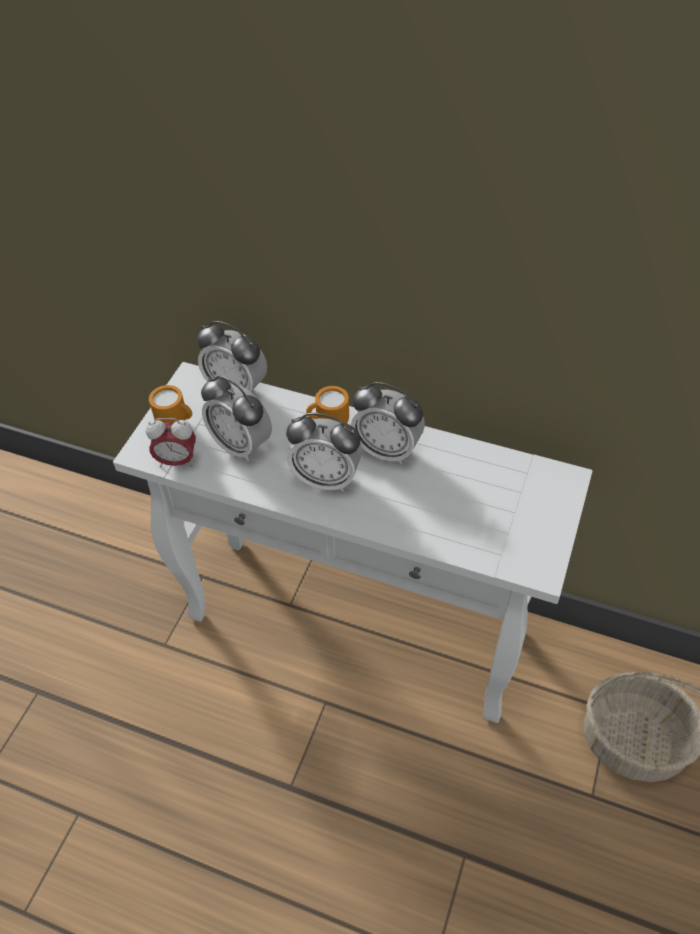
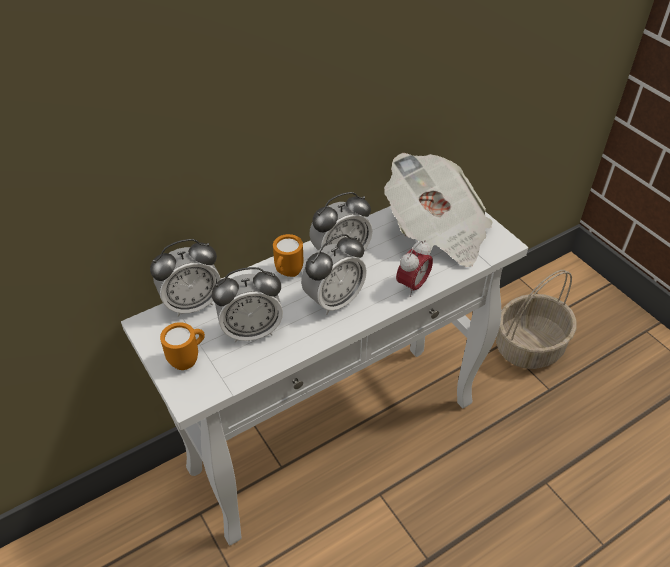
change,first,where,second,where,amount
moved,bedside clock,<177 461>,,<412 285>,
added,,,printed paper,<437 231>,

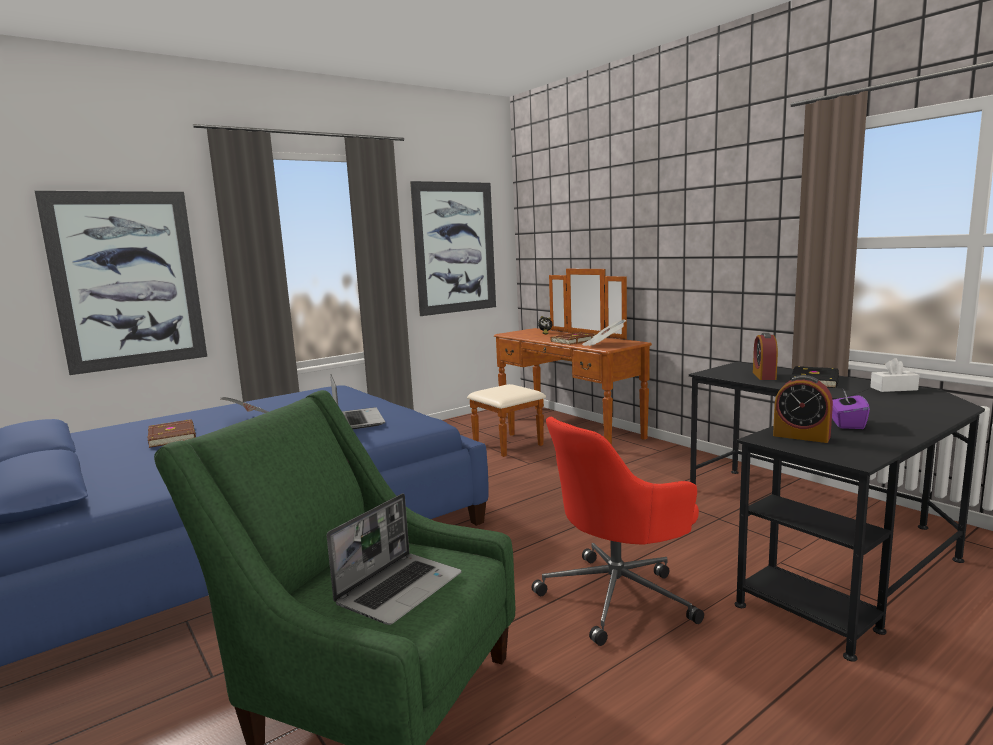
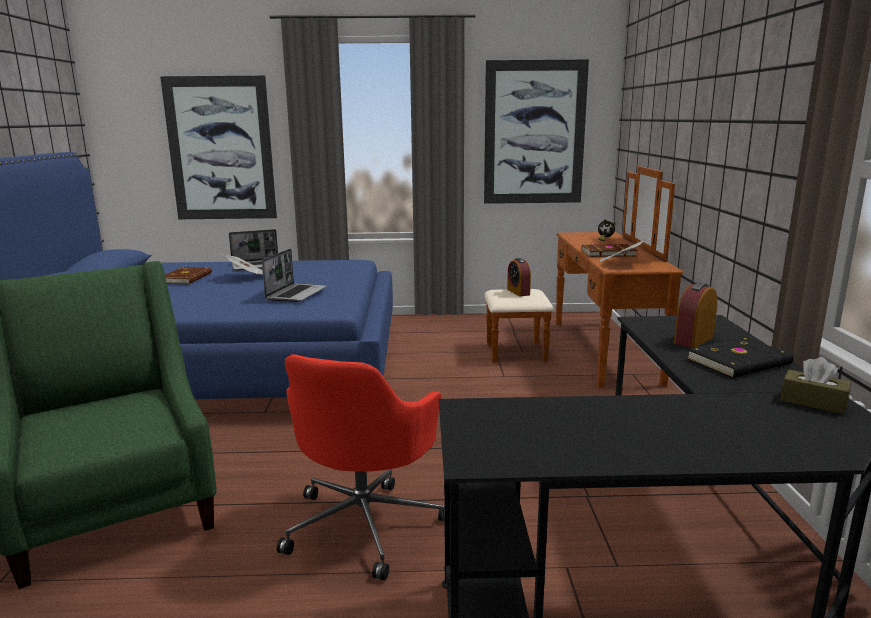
change,first,where,second,where,amount
moved,laptop,<399 589>,,<257 266>,
turned,desk chair (red),<618 596>,,<365 523>,75 degrees counterclockwise
moved,bedside clock,<801 436>,,<518 292>,
removed,tissue box (purple-coloured),<846 424>,,,
recoloured,tissue box (white),<893 389>,tissue box (brown),<813 402>,

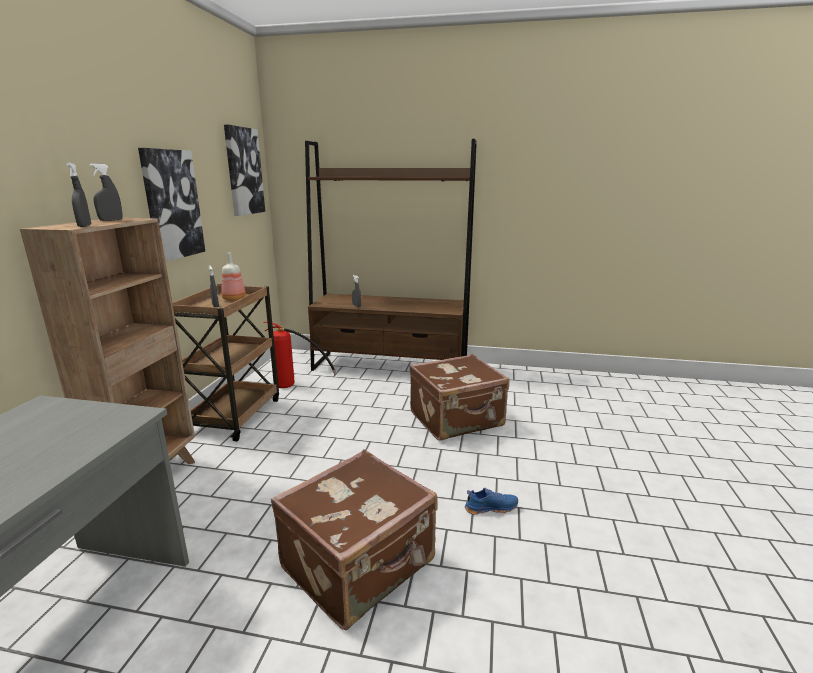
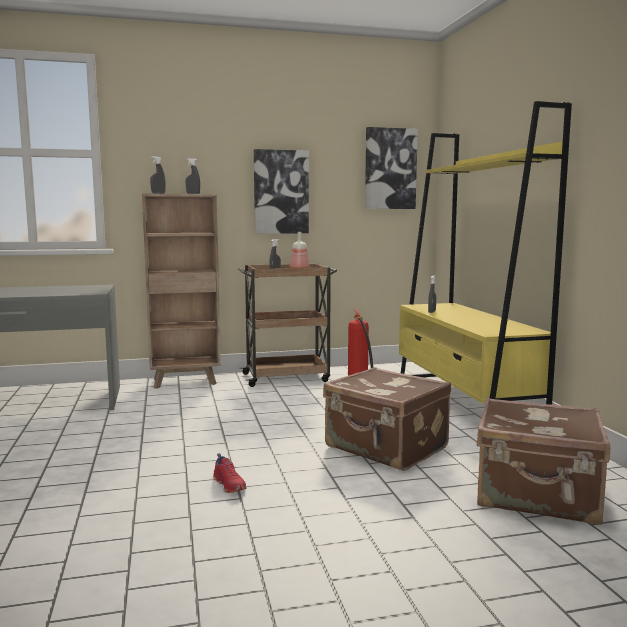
change,first,where,second,where,amount
moved,piece of luggage (brown),<360 565>,,<537 496>,
recoloured,bookcase (brown),<390 367>,bookcase (yellow),<464 401>,
recoloured,item of footwear (blue),<490 507>,item of footwear (red),<230 485>,

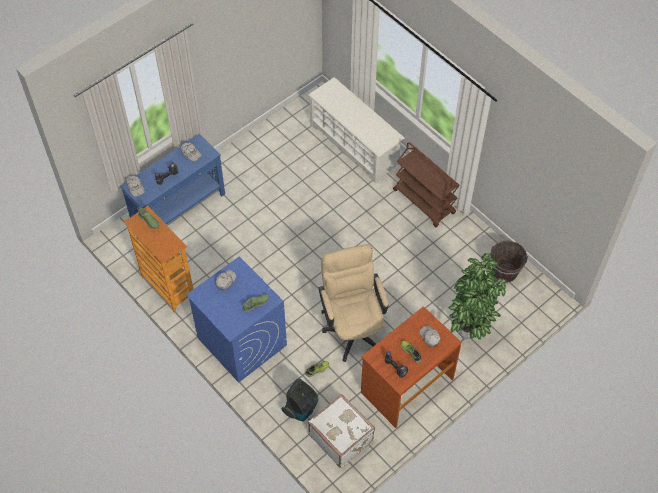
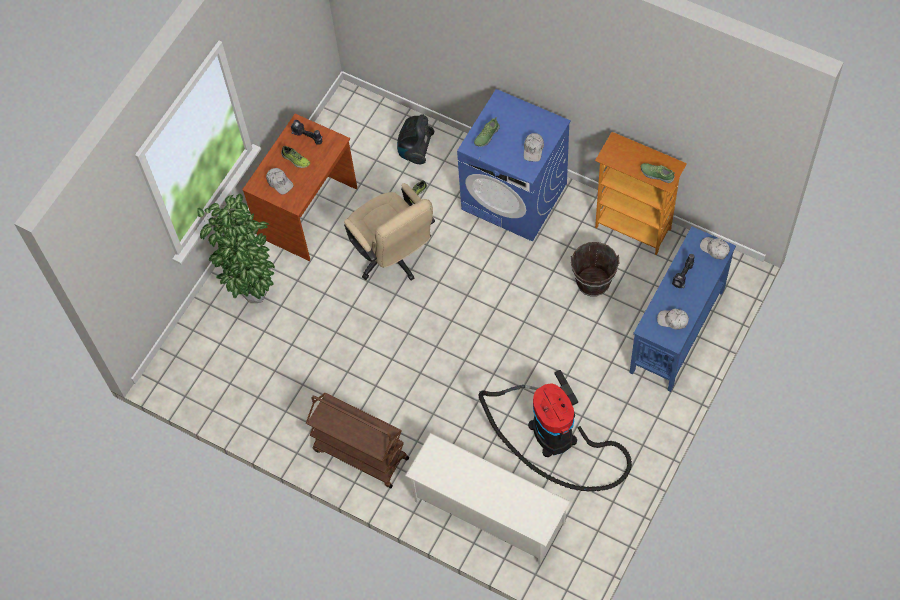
change,first,where,second,where,amount
removed,piece of luggage (white),<341 437>,,,
moved,bucket (brown),<504 272>,,<593 282>,
added,,,hoover,<556 438>,

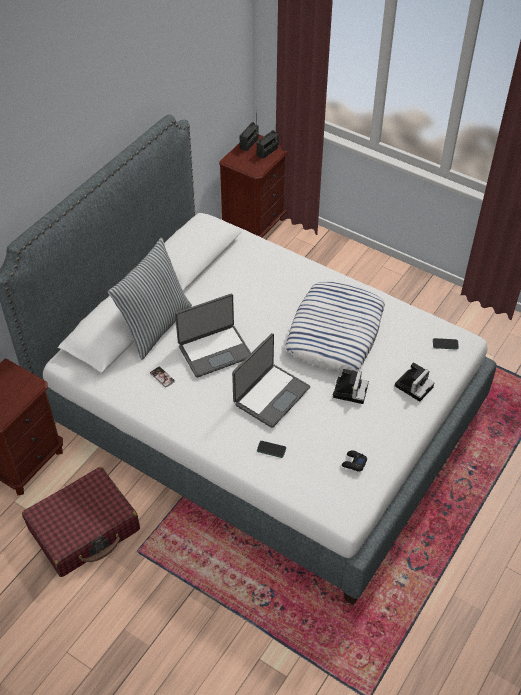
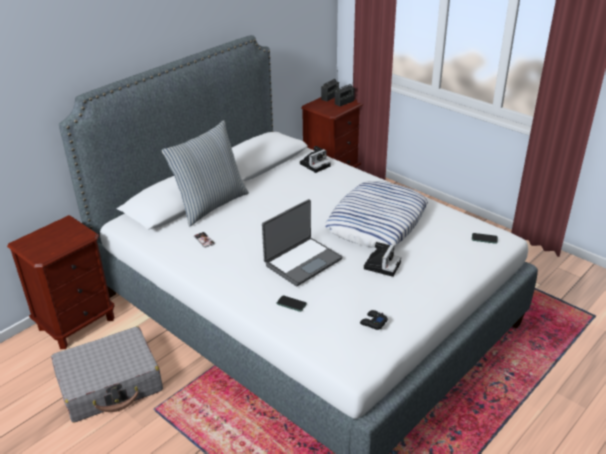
change,first,where,second,where,amount
recoloured,piece of luggage (red),<84 529>,piece of luggage (greyish),<110 384>,
removed,laptop,<214 350>,,,
moved,photo camera,<414 385>,,<315 164>,

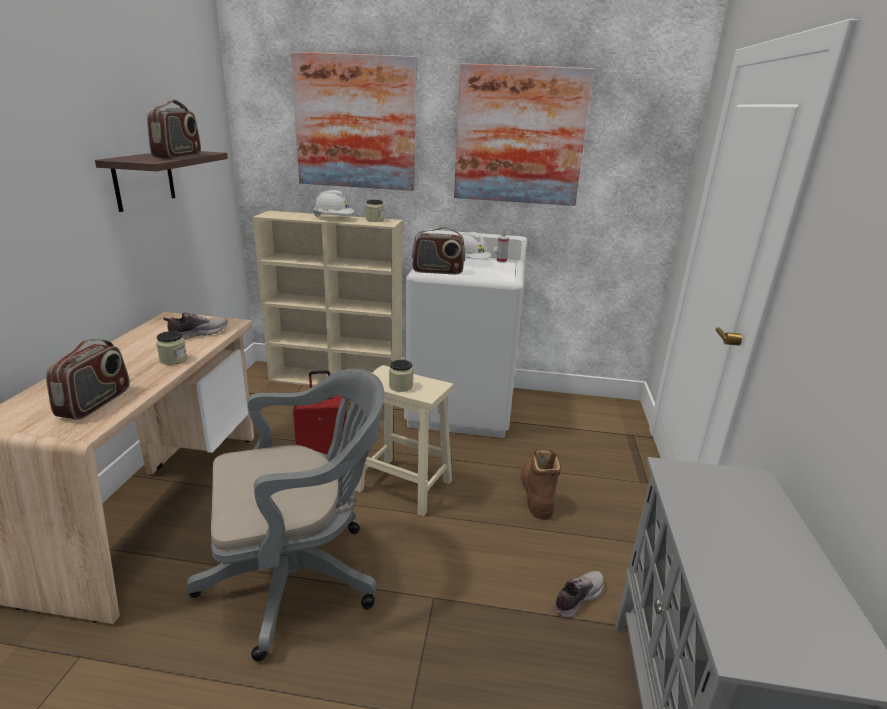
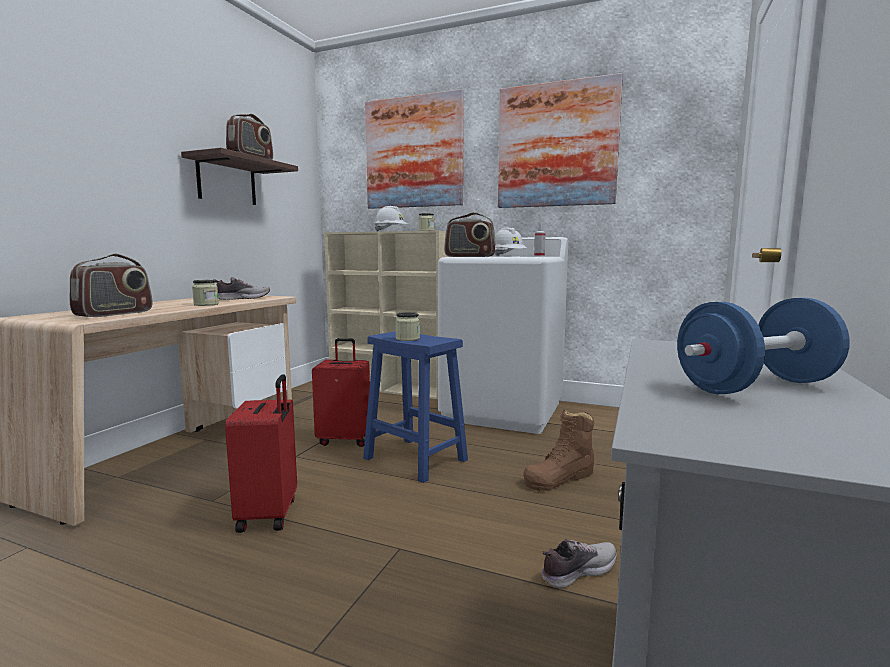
change,first,where,second,where,amount
replaced,desk chair (greyish),<300 576>,piece of luggage (red),<269 514>,
recoloured,sitting stool (beige),<405 486>,sitting stool (blue),<416 459>,
turned,high-top boot (brown),<536 494>,,<559 478>,135 degrees counterclockwise
added,,,dumbbell (blue),<755 386>,

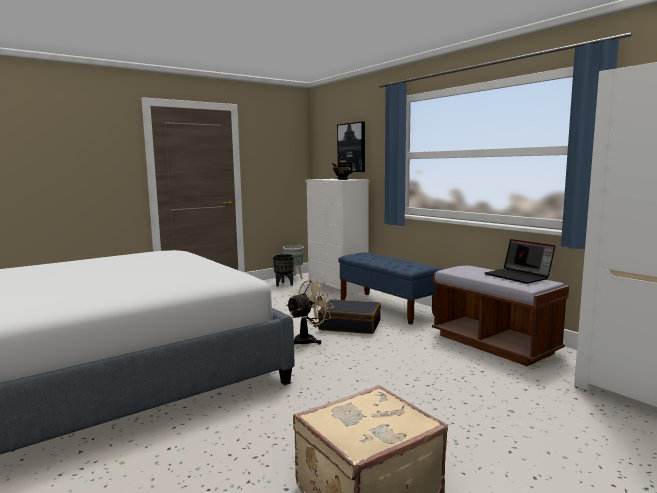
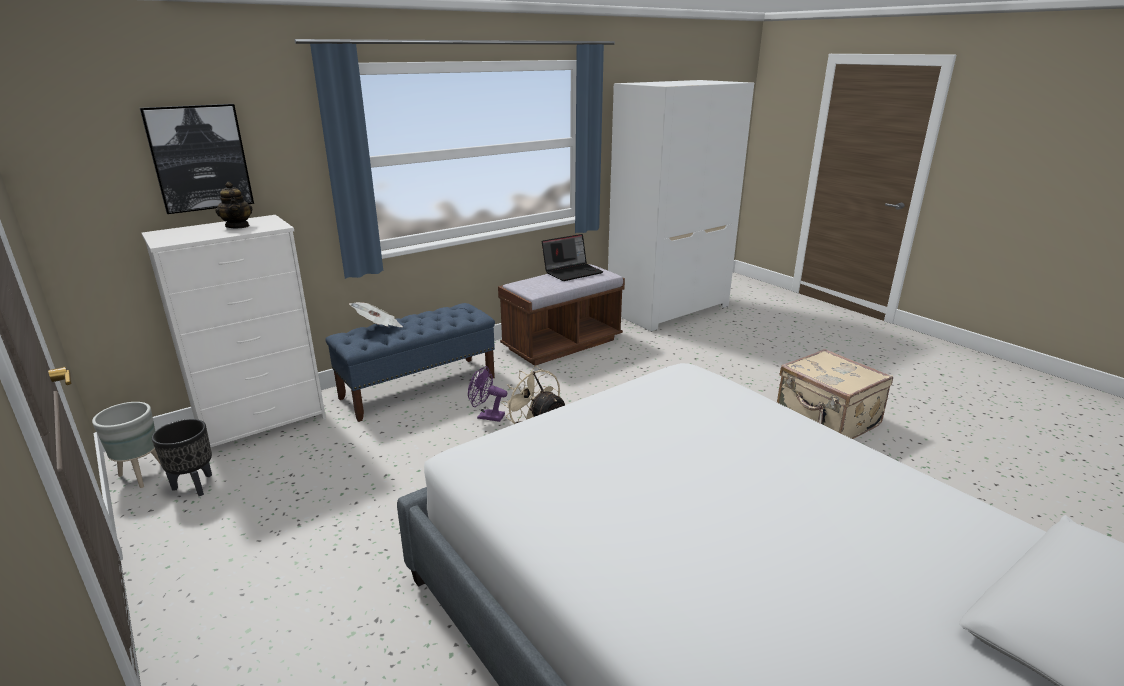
change,first,where,second,where,amount
replaced,piece of luggage (black-coloured),<350 325>,electric fan (purple-coloured),<486 416>,
added,,,printed paper,<378 327>,

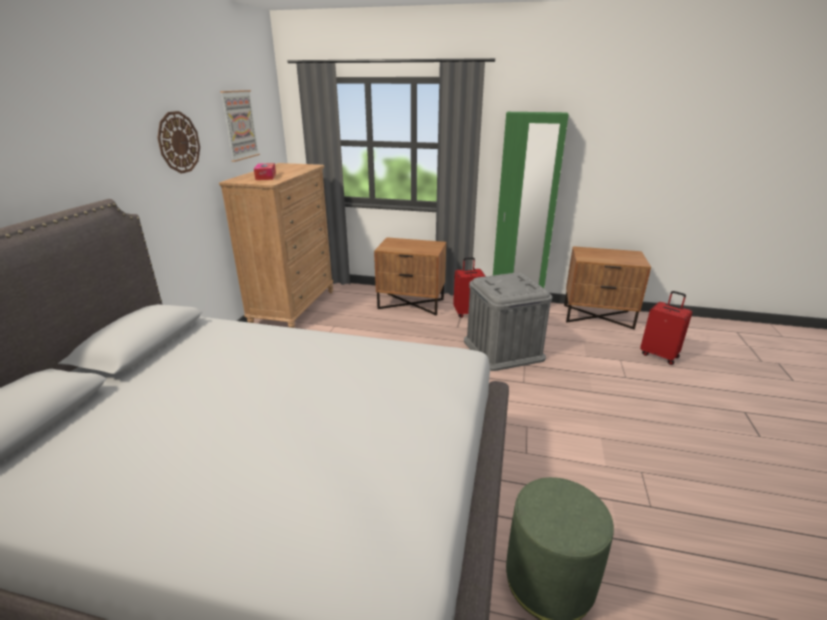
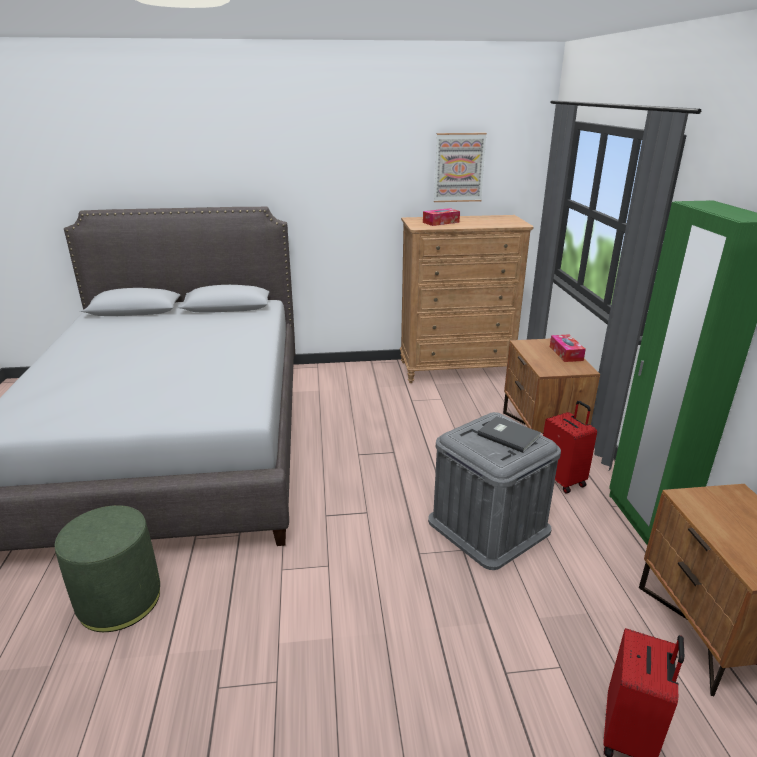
change,first,where,second,where,amount
removed,clock on the wall,<178 142>,,,
added,,,volume (greyish),<508 435>,
added,,,tissue box,<566 353>,

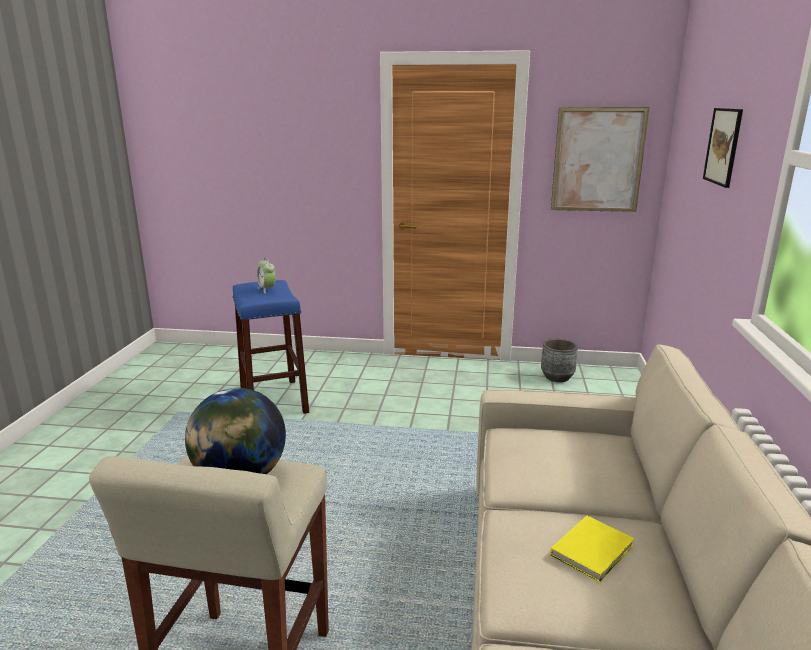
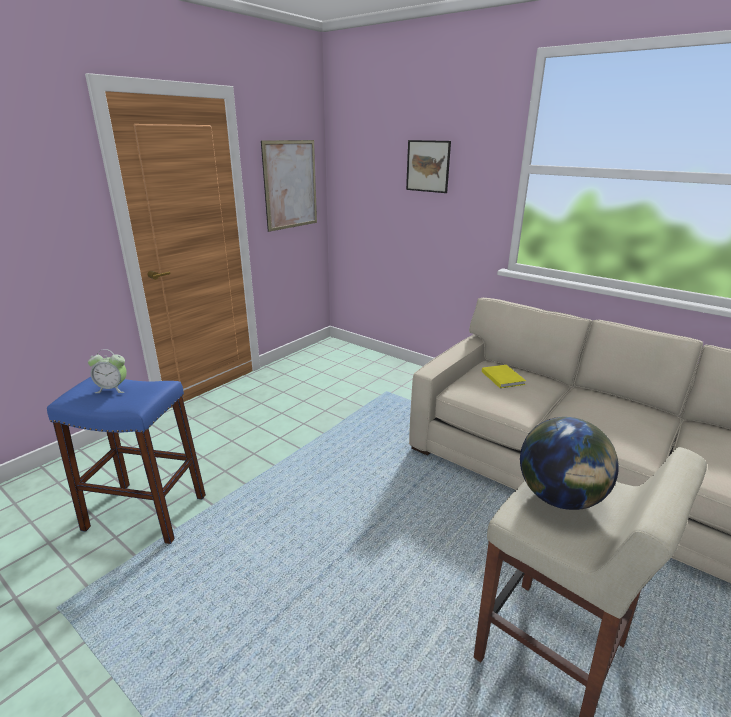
change,first,where,second,where,amount
removed,flower pot (greyish),<557 377>,,,
moved,volume (yellow),<594 550>,,<502 377>,

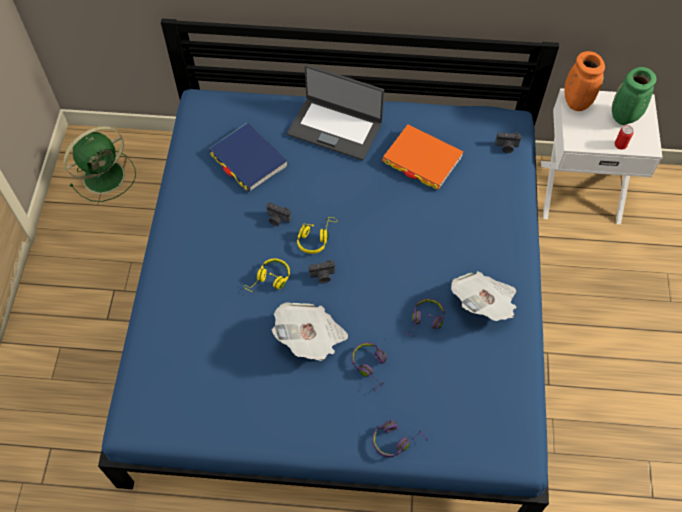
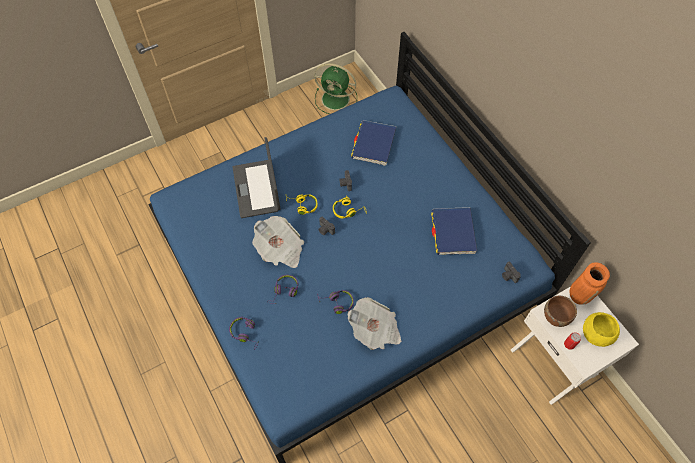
change,first,where,second,where,amount
moved,laptop,<335 128>,,<257 188>,
recoloured,volume (orangey),<422 159>,volume (blue),<453 232>,
replaced,decorative vase (greenish),<624 118>,serving bowl (yellow),<596 334>,
added,,,serving bowl (brown),<556 316>,

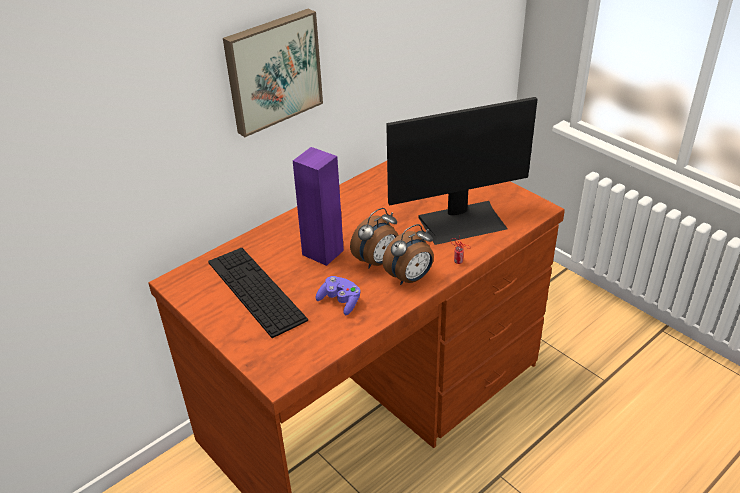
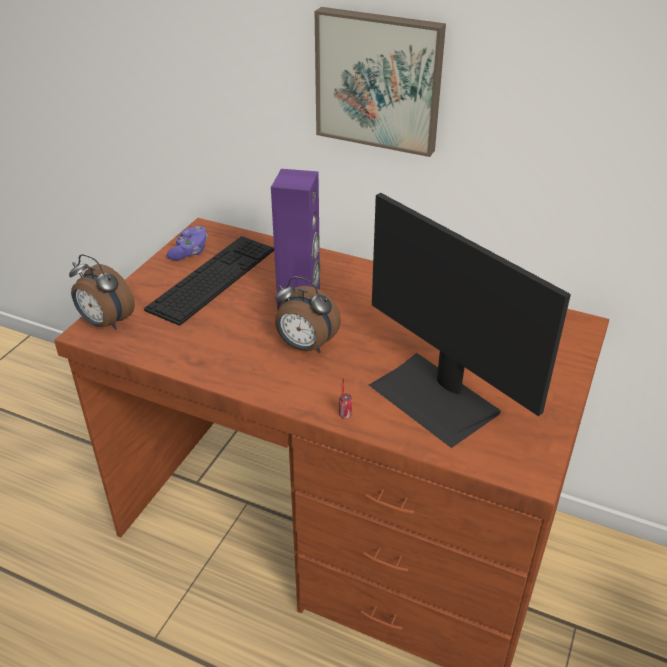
change,first,where,second,where,amount
moved,game controller (purple-coloured),<340 301>,,<190 252>,
moved,bedside clock,<410 278>,,<105 323>,

